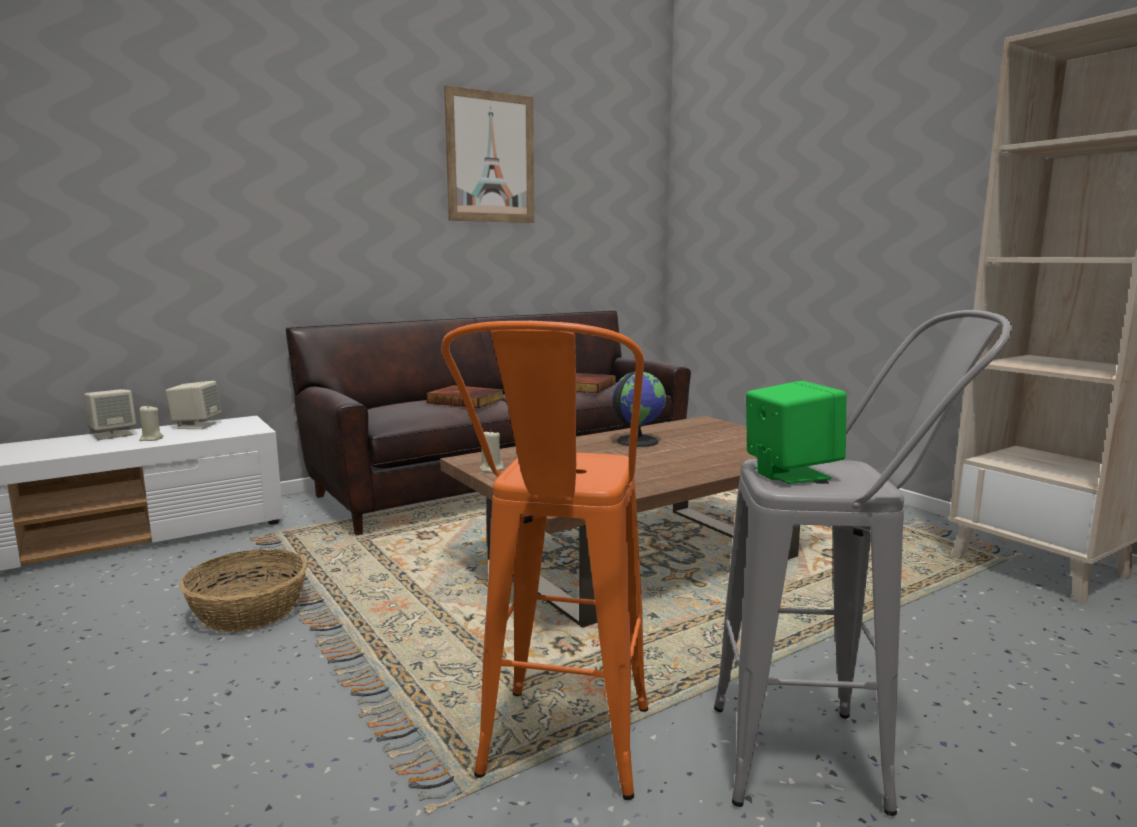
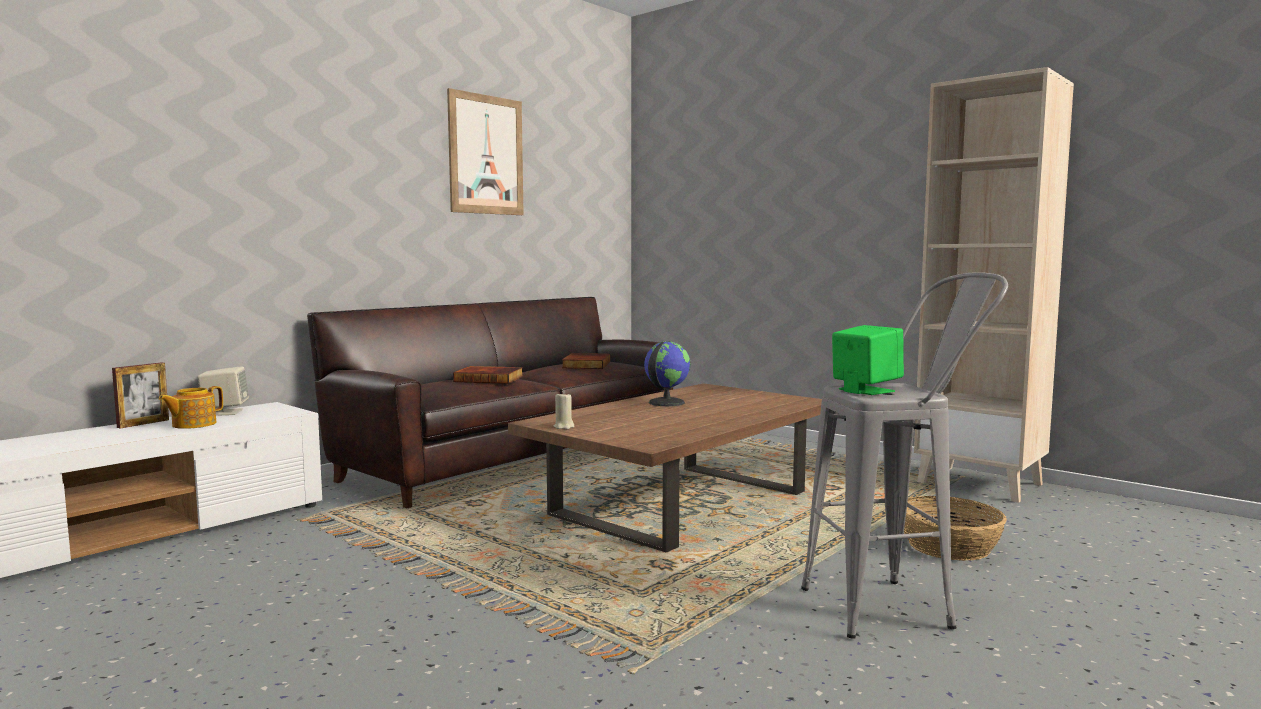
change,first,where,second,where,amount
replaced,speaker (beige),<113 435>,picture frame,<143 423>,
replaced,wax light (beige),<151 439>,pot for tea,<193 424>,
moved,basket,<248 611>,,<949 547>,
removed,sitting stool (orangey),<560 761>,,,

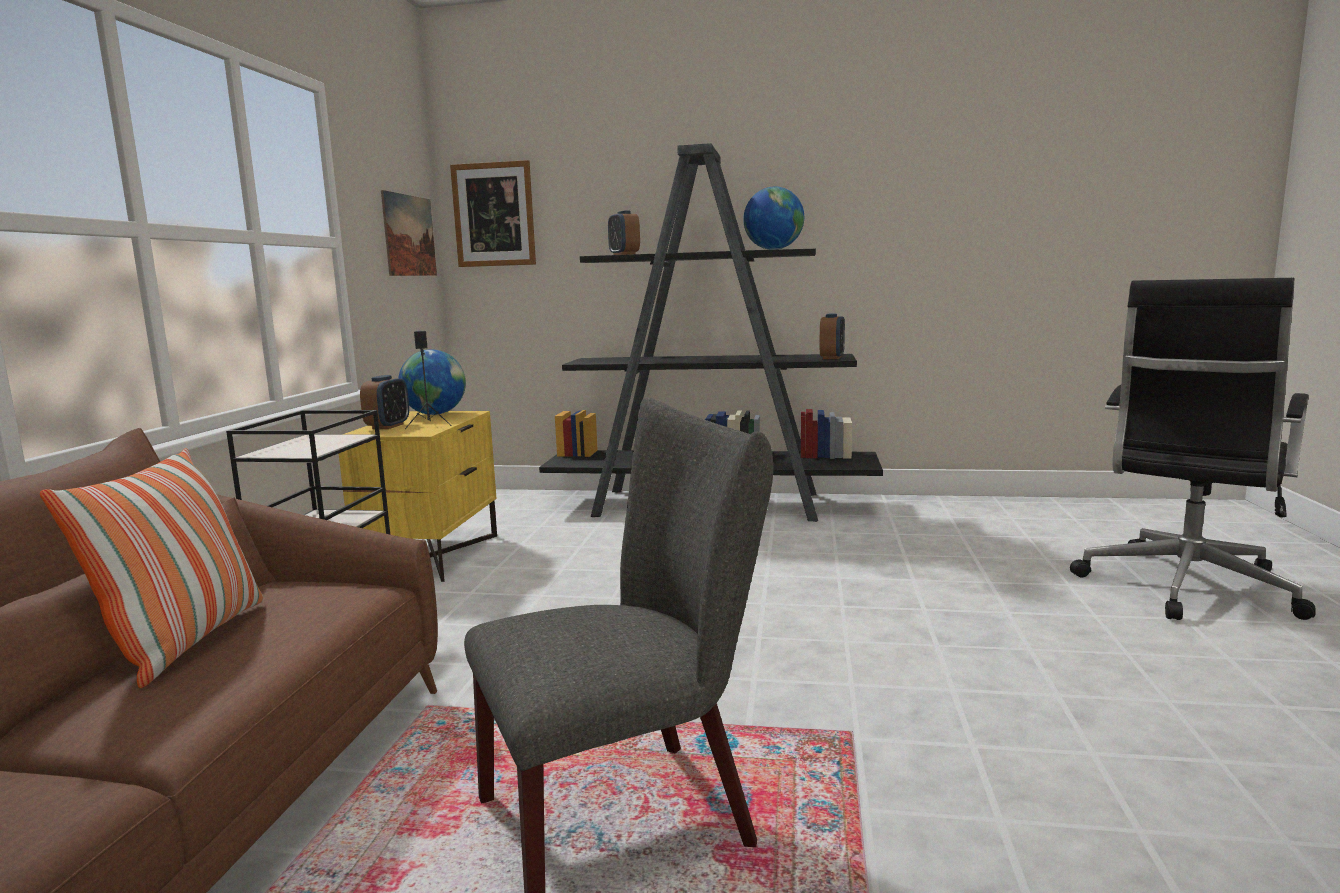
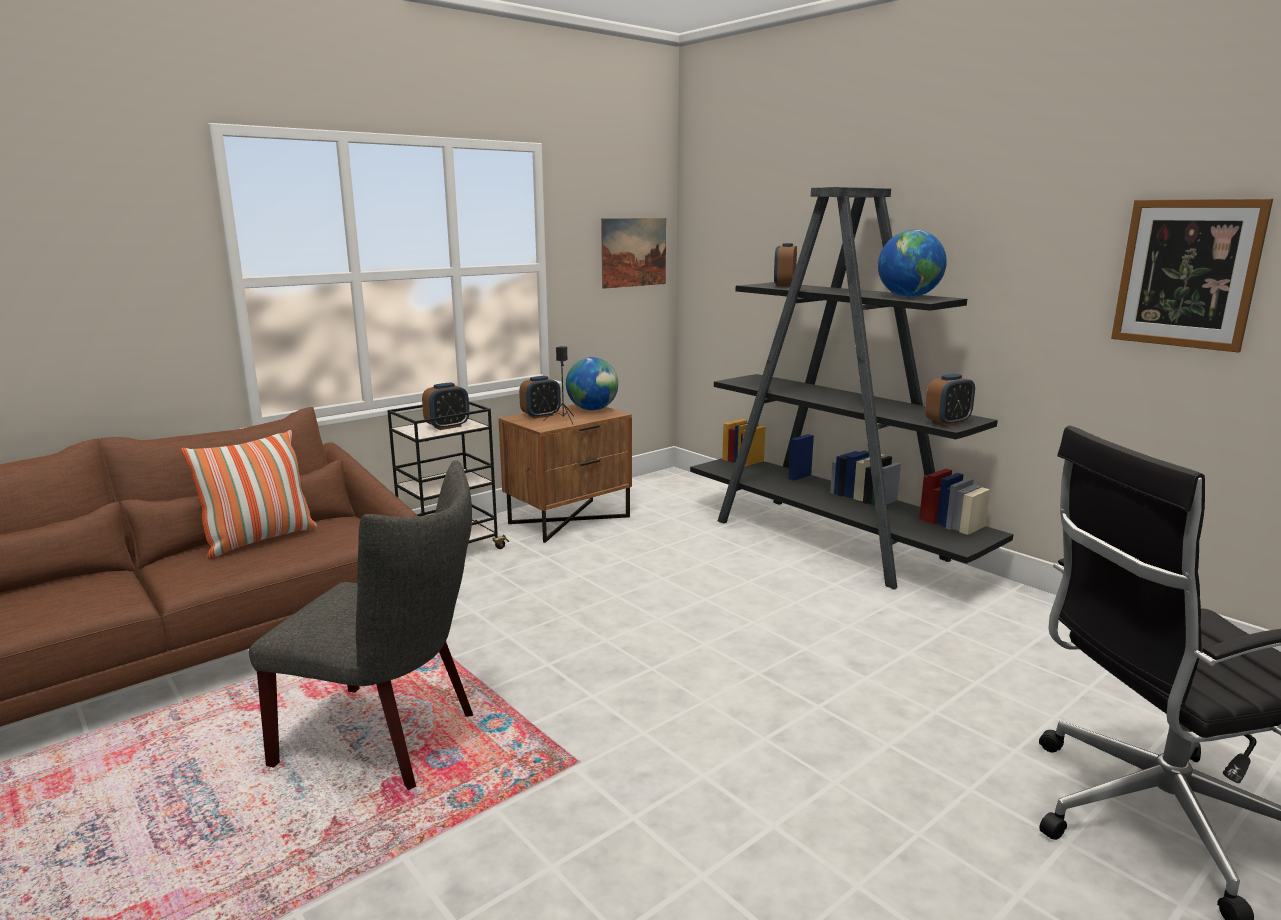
change,first,where,second,where,amount
recoloured,night table (yellow),<432 555>,night table (brown),<569 519>,
moved,wall picture,<494 214>,,<1187 273>,
added,,,bedside clock,<447 426>,

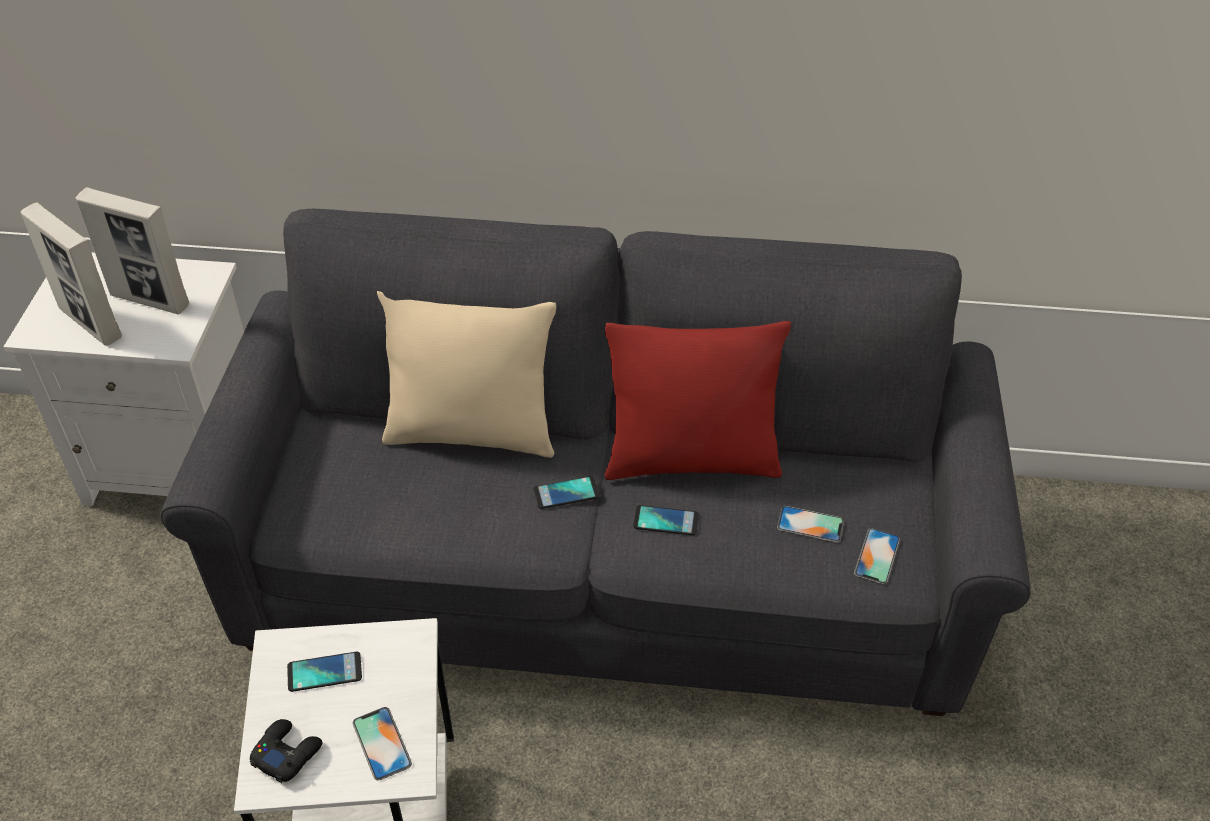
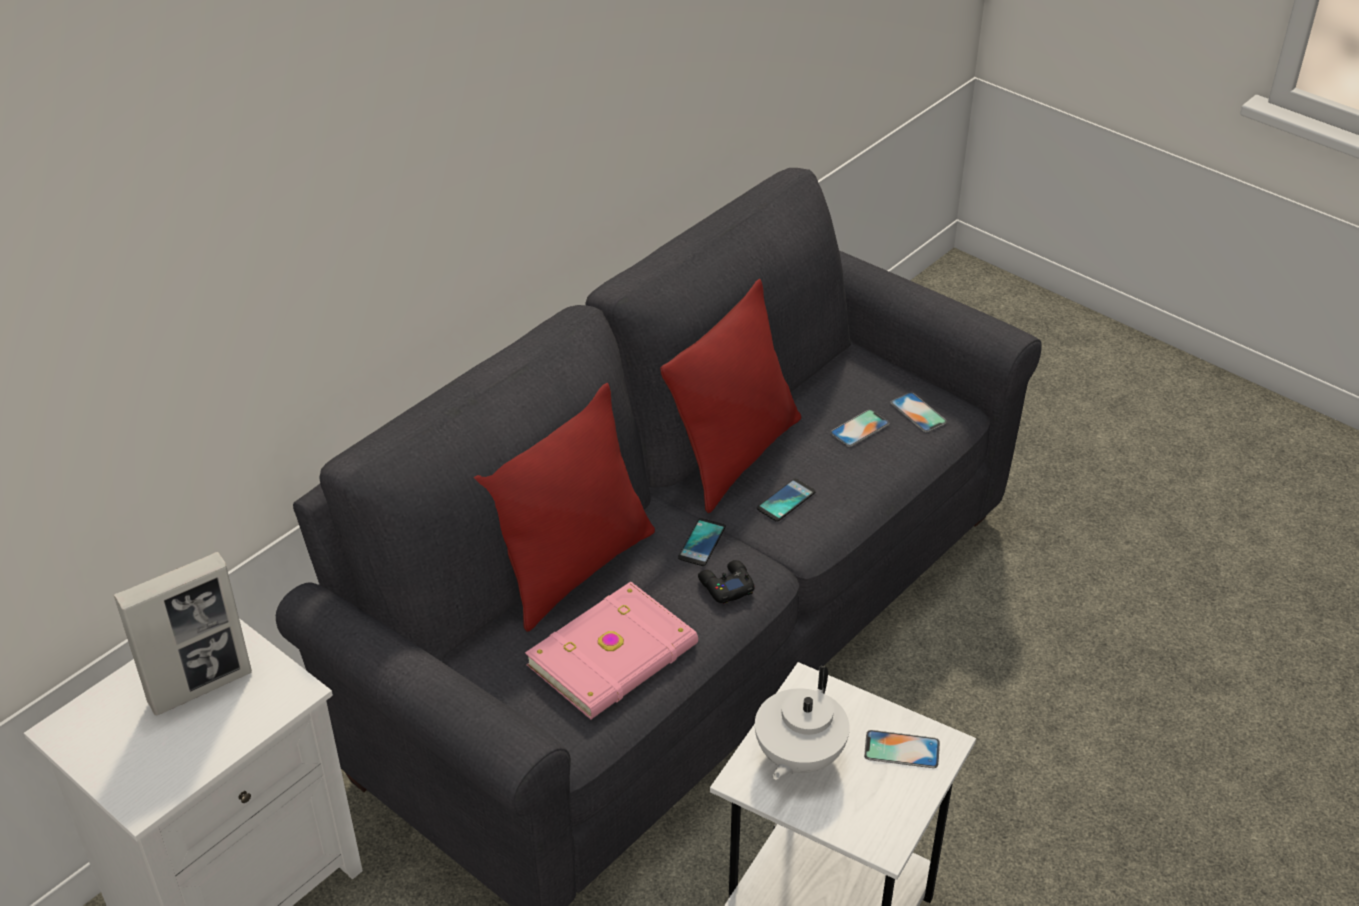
change,first,where,second,where,amount
removed,picture frame,<90 323>,,,
moved,game controller (black-coloured),<287 753>,,<725 586>,
replaced,telephone,<324 672>,pot for tea (white),<798 757>,
recoloured,throw pillow (beige),<472 433>,throw pillow (red),<574 568>,
added,,,volume (pinkish),<615 656>,

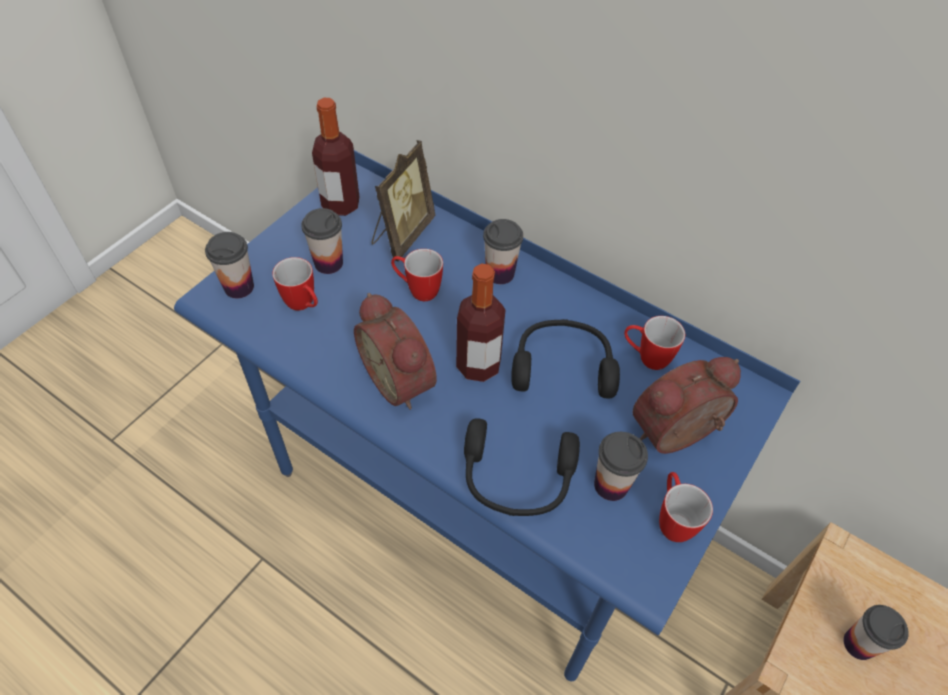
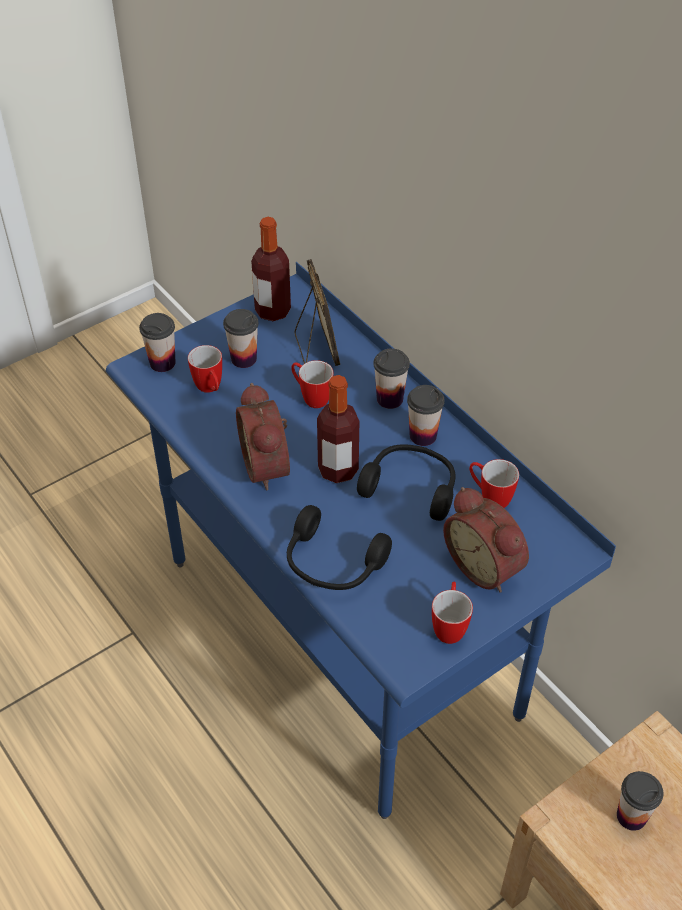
change,first,where,second,where,amount
turned,picture frame,<401 235>,,<316 348>,60 degrees counterclockwise
moved,small cup,<611 485>,,<423 435>,
turned,bedside clock,<676 436>,,<485 565>,120 degrees counterclockwise

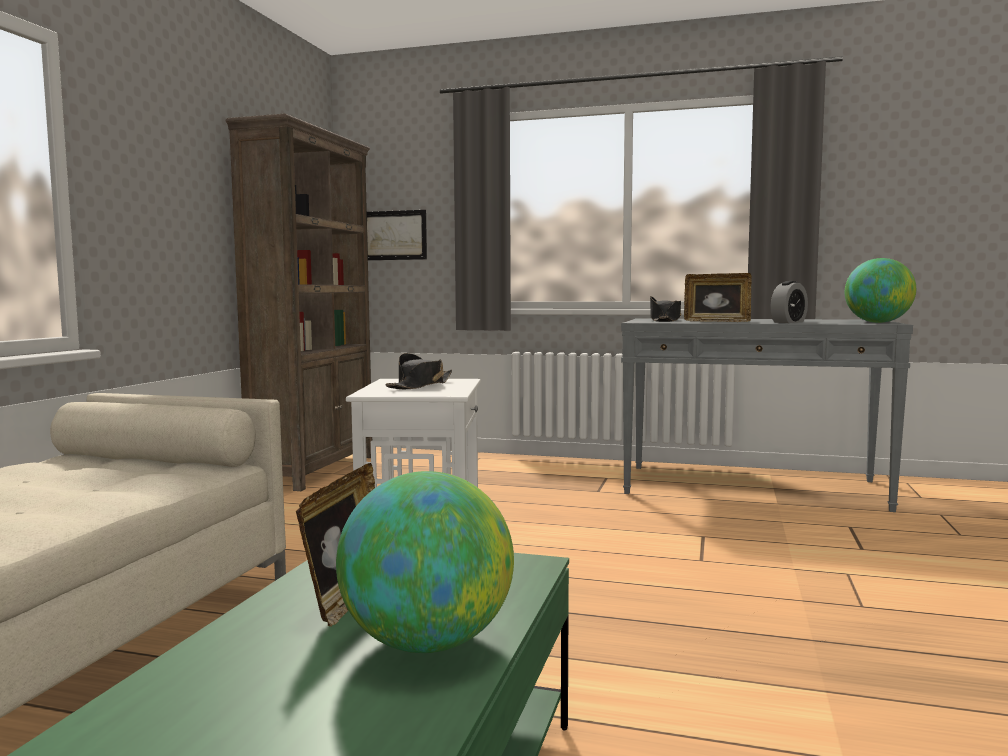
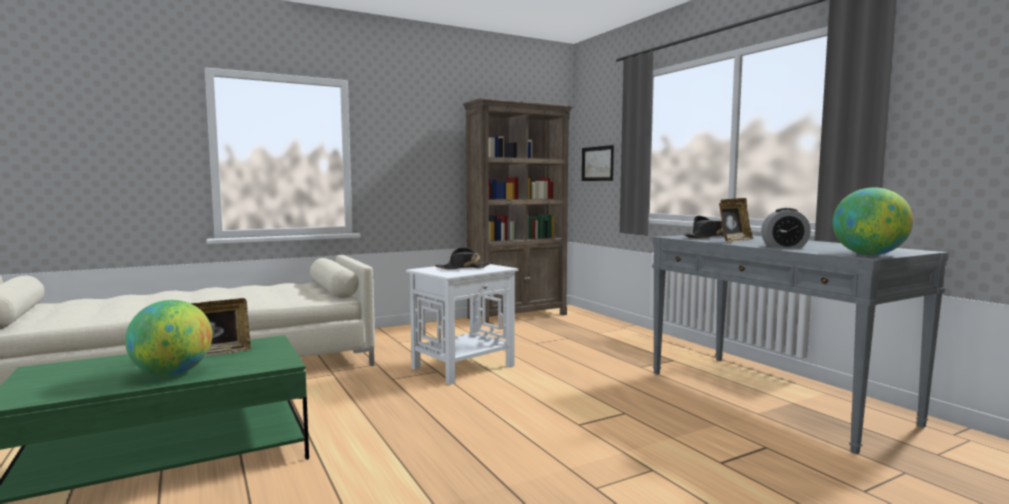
change,first,where,second,where,amount
turned,picture frame,<716 321>,,<734 241>,105 degrees counterclockwise

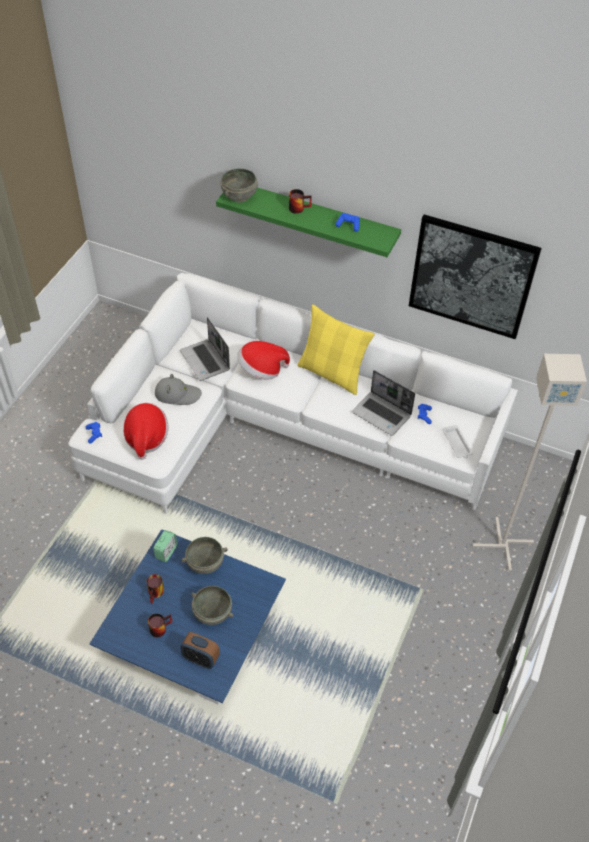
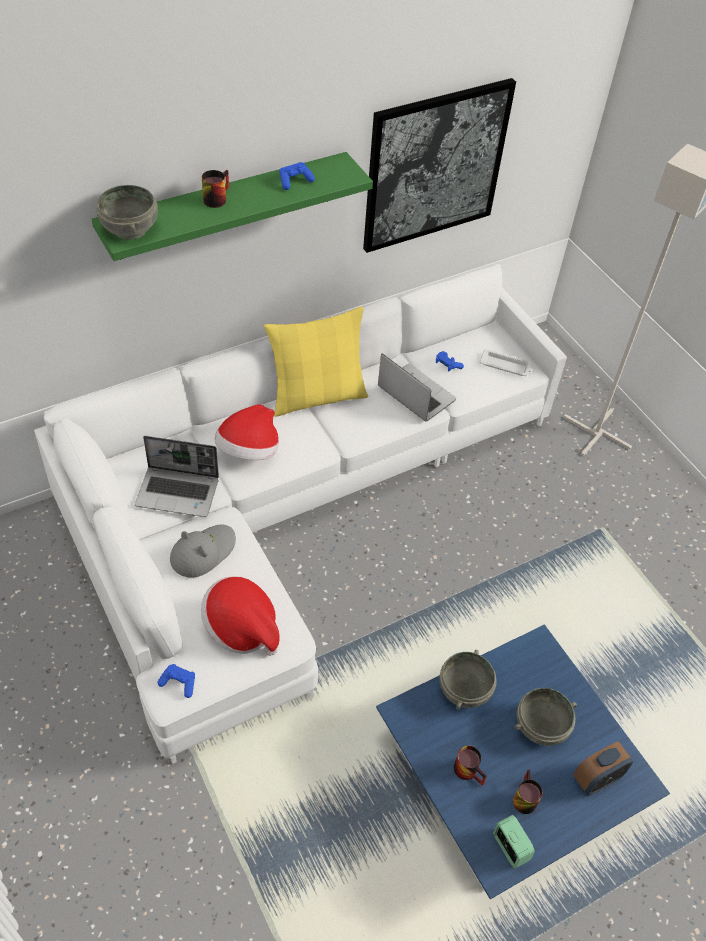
change,first,where,second,where,amount
moved,bedside clock,<166 552>,,<510 848>,
turned,laptop,<382 414>,,<414 394>,120 degrees counterclockwise

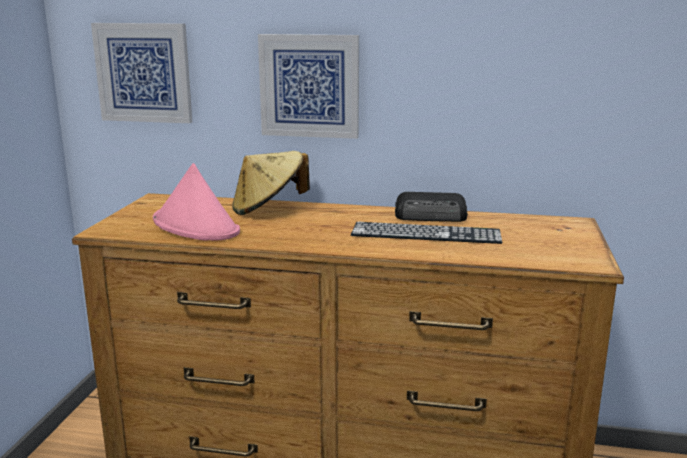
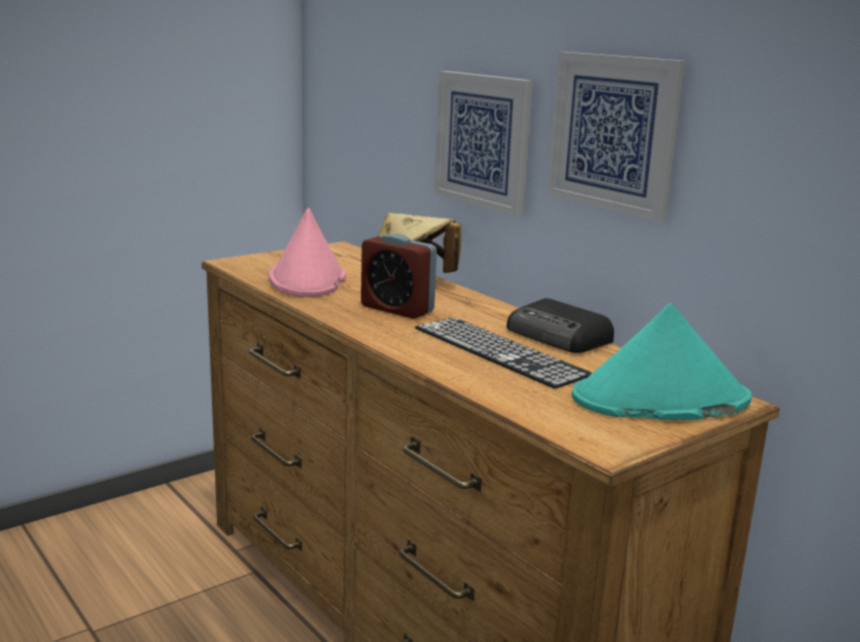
change,first,where,second,where,amount
moved,wall picture,<144 72>,,<614 133>,
added,,,bedside clock,<397 309>,
added,,,wearable hat (blue-green),<660 400>,

